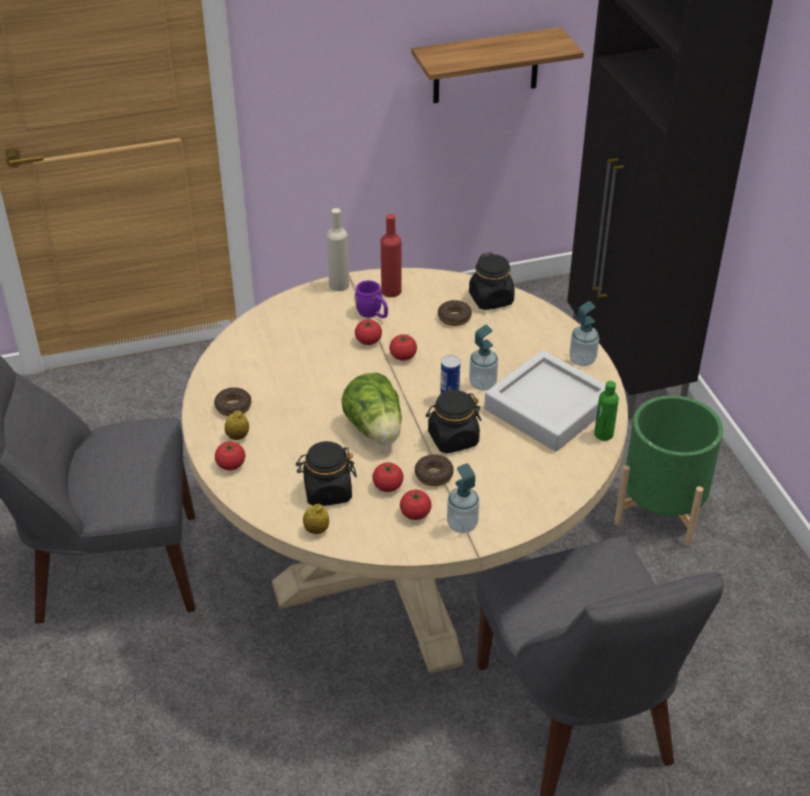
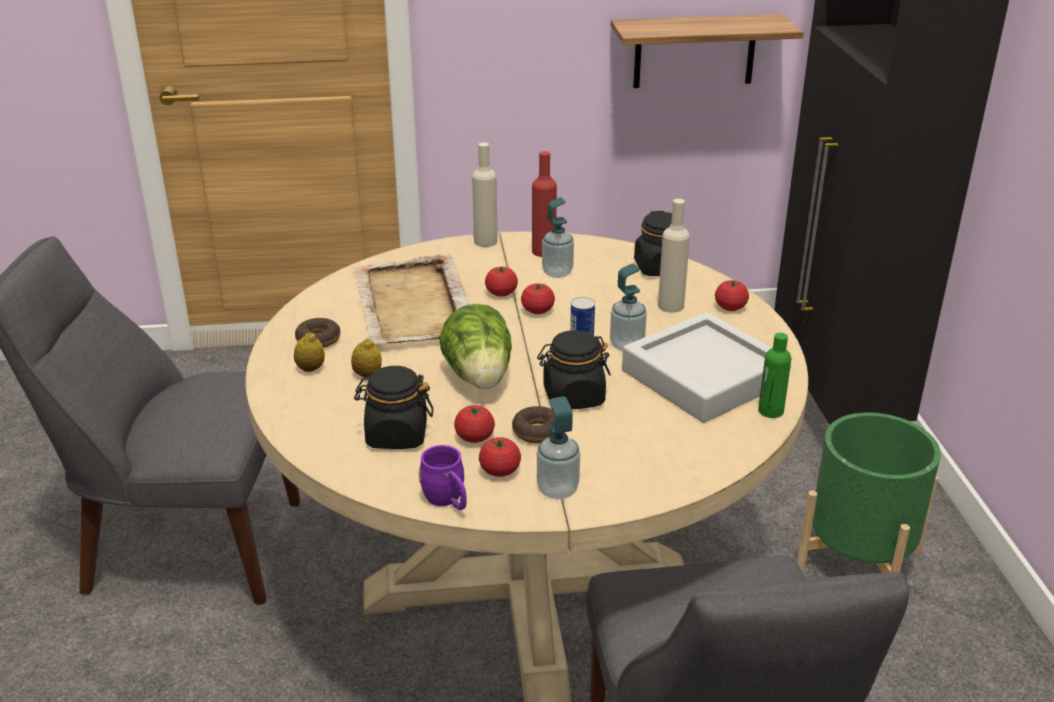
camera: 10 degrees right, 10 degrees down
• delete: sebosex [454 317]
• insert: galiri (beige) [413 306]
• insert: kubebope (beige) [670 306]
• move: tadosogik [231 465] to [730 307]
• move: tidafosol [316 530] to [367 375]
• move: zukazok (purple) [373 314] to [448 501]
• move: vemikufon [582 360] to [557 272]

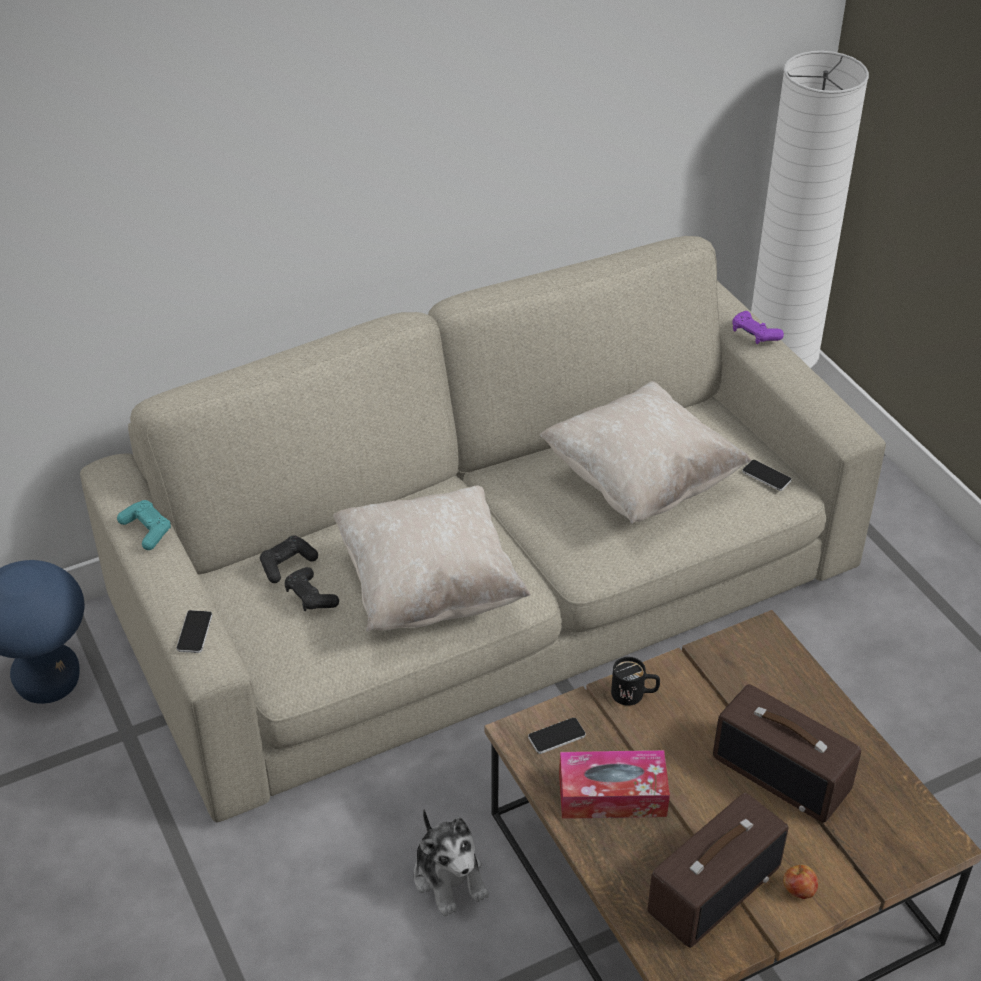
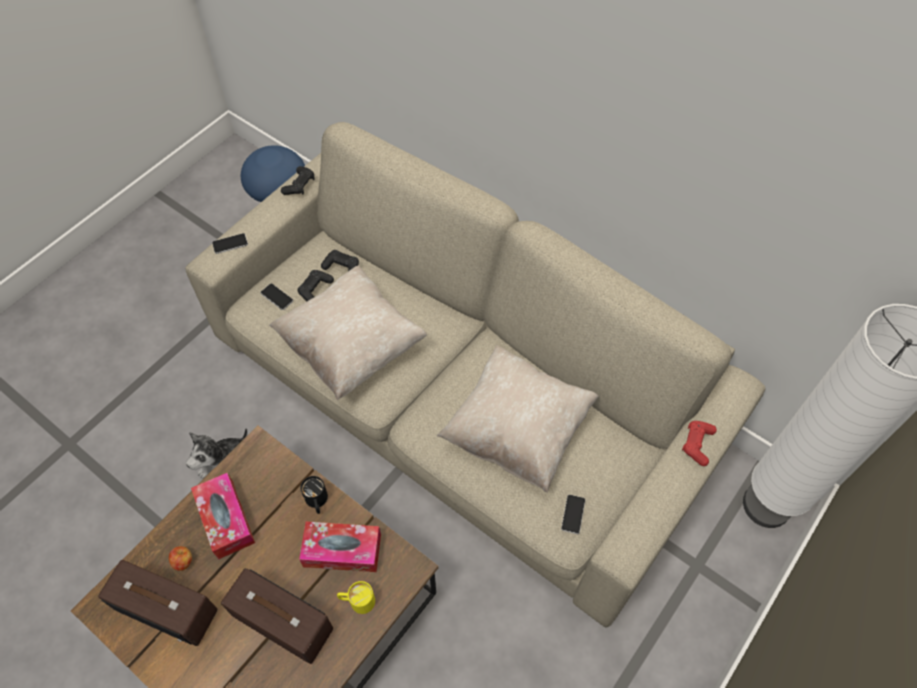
camera: 65 degrees right, 15 degrees up
• insert: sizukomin [342 550]
• insert: zukazok (yellow) [357 601]
• move: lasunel [556 736] to [277 297]
• move: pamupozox [798 891] to [183 561]
• recolor: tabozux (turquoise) [147 530] to tabozux (black) [299 185]
• recolor: tabozux (purple) [754 334] to tabozux (red) [697 444]
• rotate: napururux [783 773] = [281 623] 105 degrees clockwise

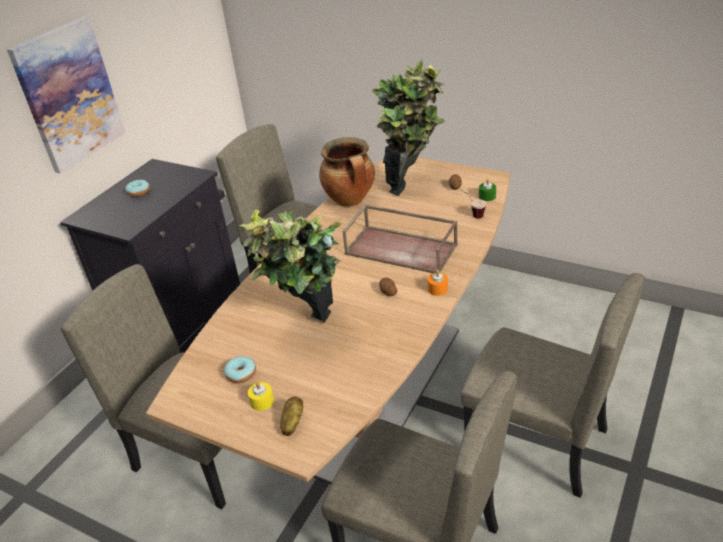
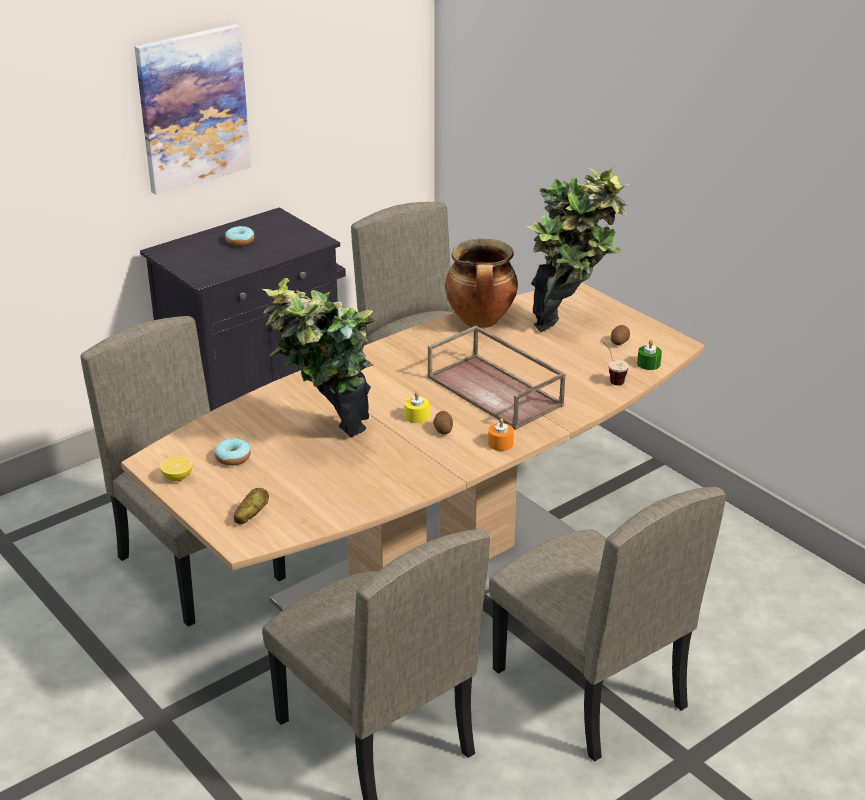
camera: 20 degrees right, 5 degrees down
• insert: tidafosol [177 477]
• move: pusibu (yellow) [262 401] to [416 416]

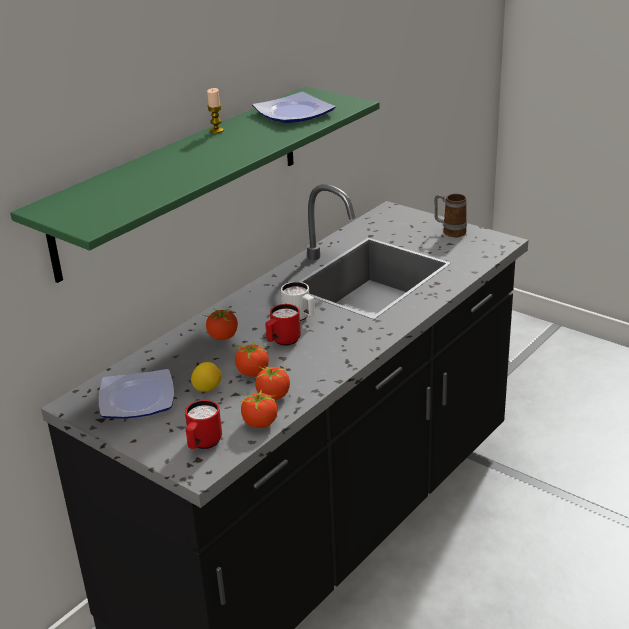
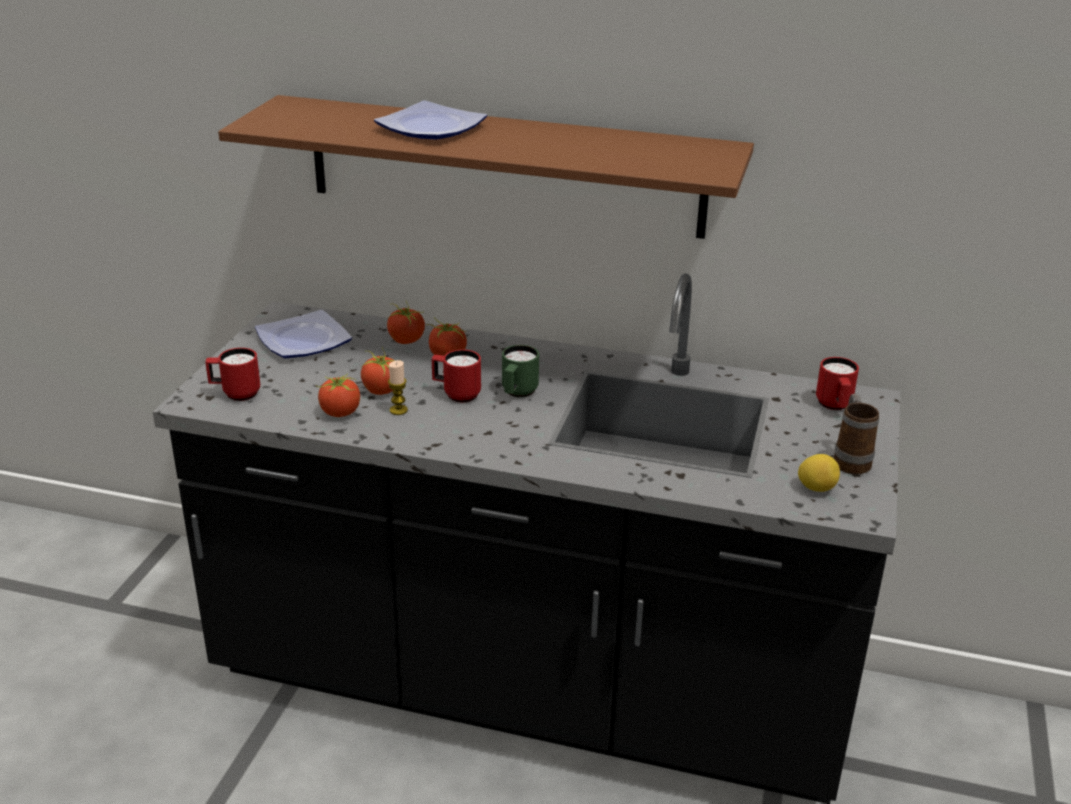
camera: 65 degrees right, 0 degrees up
• insert: zukazok (red) [835 406]
• move: tidafosol [207 388] to [816 488]
• move: pusibu [216 130] to [398 410]
• move: tadosogik [259 423] to [406 340]
• move: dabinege [292 113] to [431 127]
• recolor: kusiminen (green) [182 179] to kusiminen (brown) [504 166]
• recolor: zukazok (white) [300 318] to zukazok (green) [517 393]

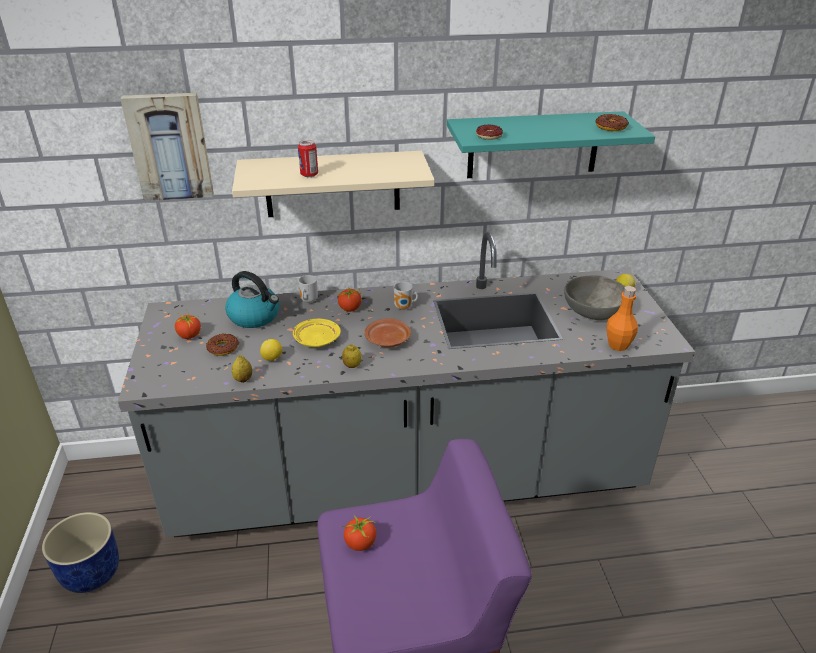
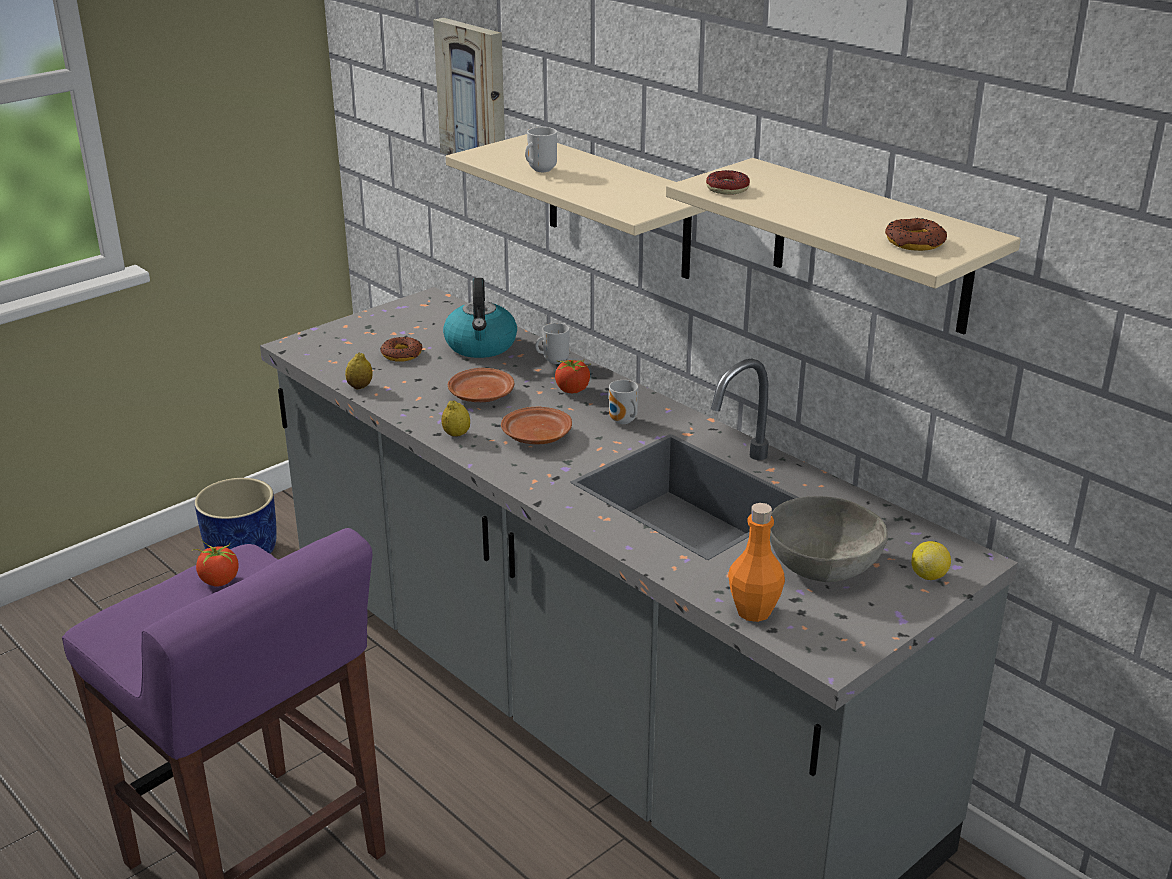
camera: 55 degrees right, 5 degrees down
• delete: tadosogik [189 335]
• delete: tidafosol [272 358]
• replace: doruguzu [309 175] to zukazok [540 170]
• recolor: dabinege (yellow) [316 340] to dabinege (brown) [481 395]
• recolor: kusiminen (turquoise) [533 145] to kusiminen (beige) [870 246]

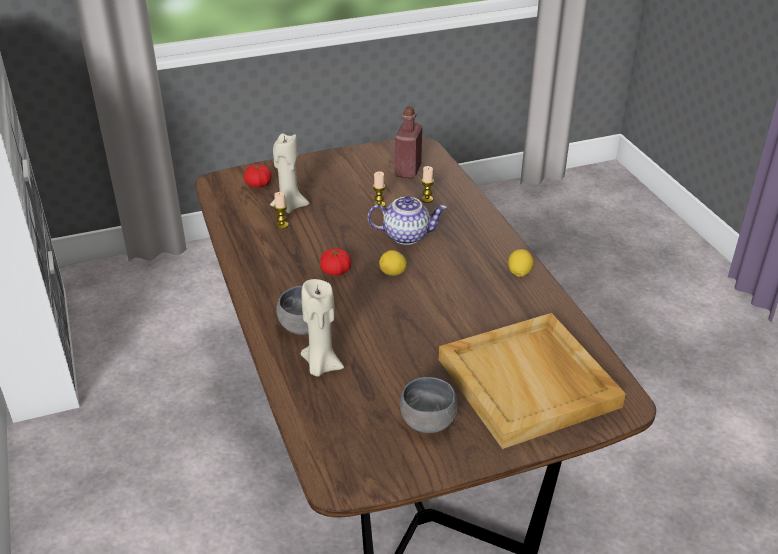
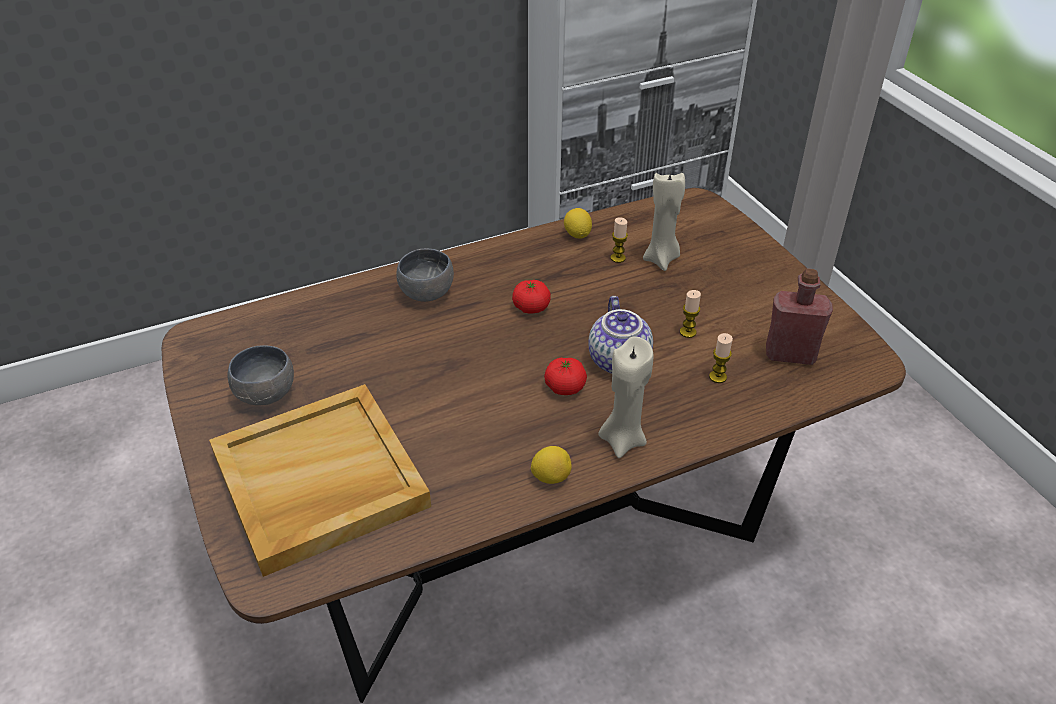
camera: 85 degrees right, 5 degrees up
• move: tadosogik [258 184] to [565 387]
• move: pusibu (beige) [321 366] to [622 439]
• move: tidafosol [393 273] to [577 235]

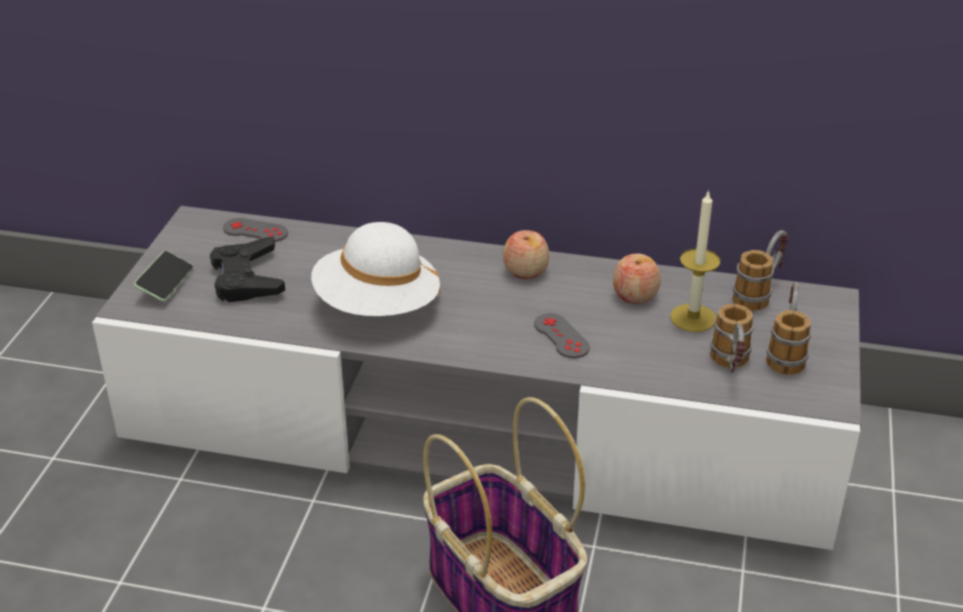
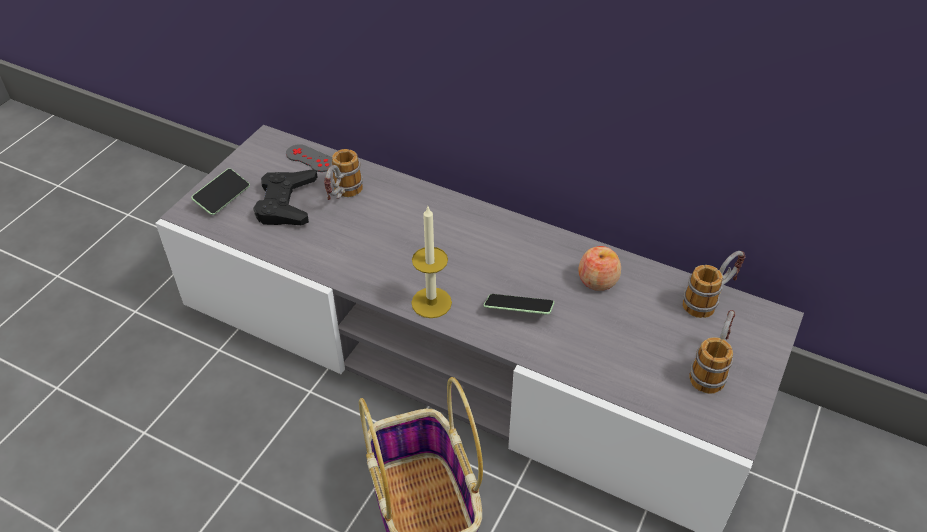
camera: 15 degrees right, 10 degrees up
• delete: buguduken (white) [377 306]
• delete: pamupozox [525 270]
• move: pusibu [693 318] to [431 302]
• move: zukazok [731 368] to [342 196]
• replace: tabozux (grey) [561 336] to lasunel [518 310]

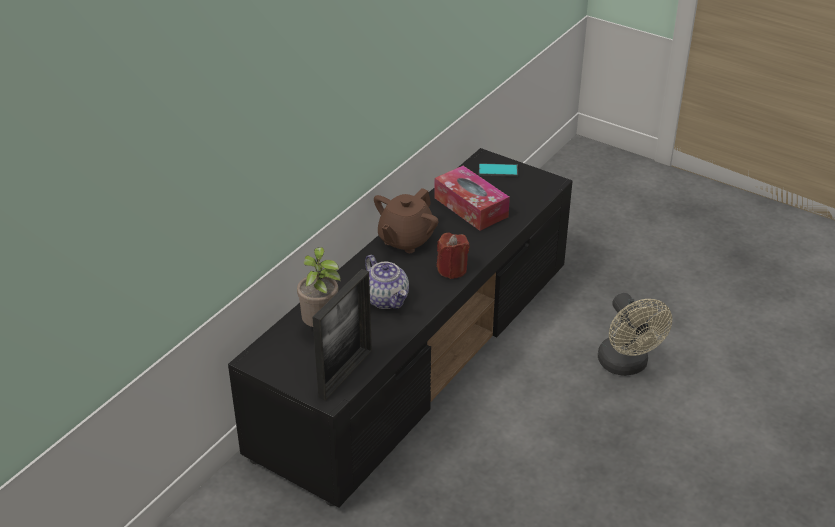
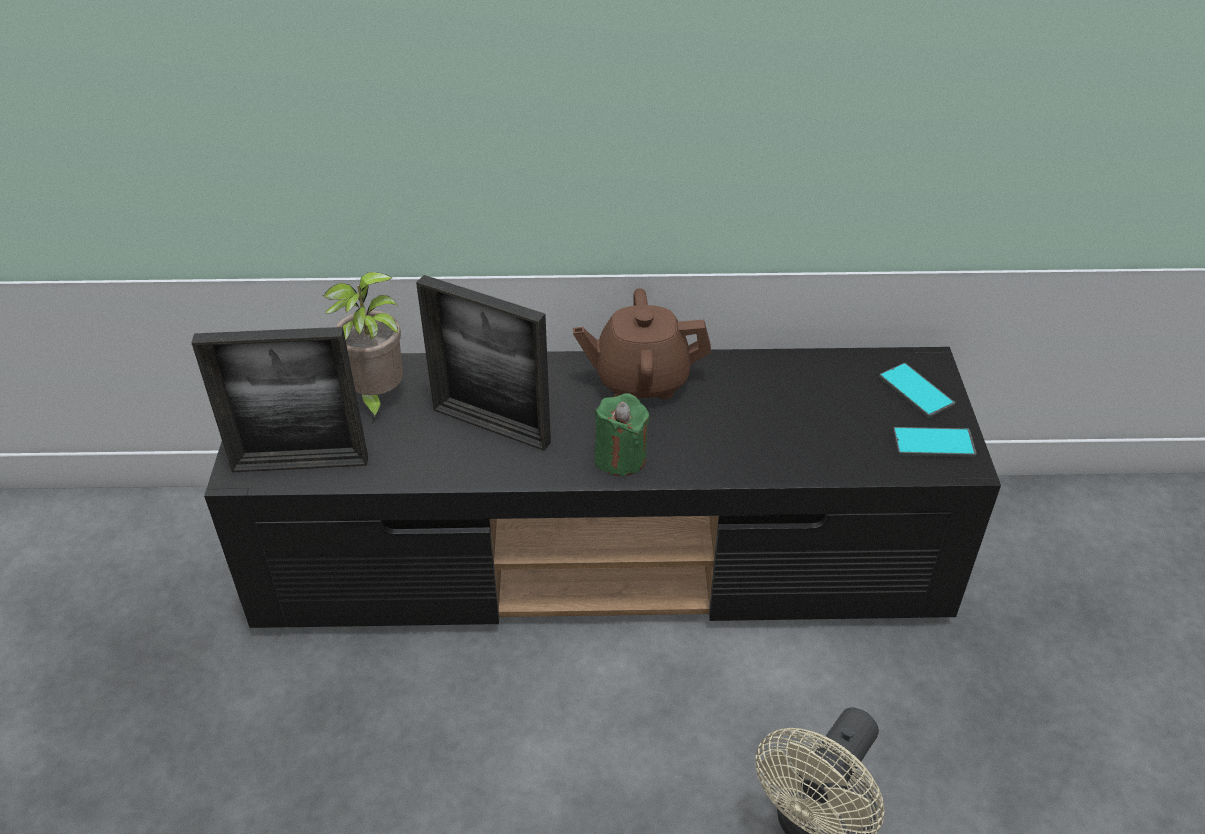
camera: 55 degrees right, 5 degrees up
• delete: sizukomin [471 207]
• insert: lasunel [933 443]
• replace: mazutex [387 299] to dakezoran [491 426]
• recolor: pusibu (red) [452 269] to pusibu (green) [620 458]

